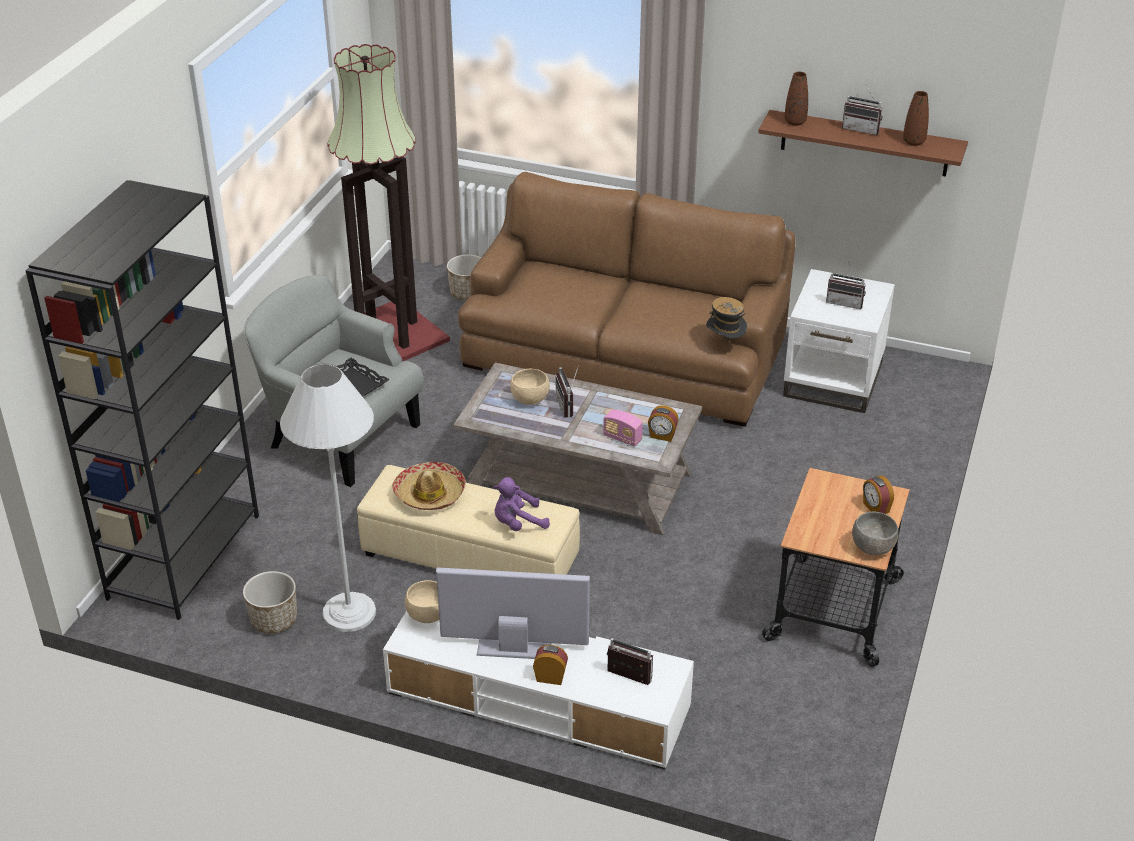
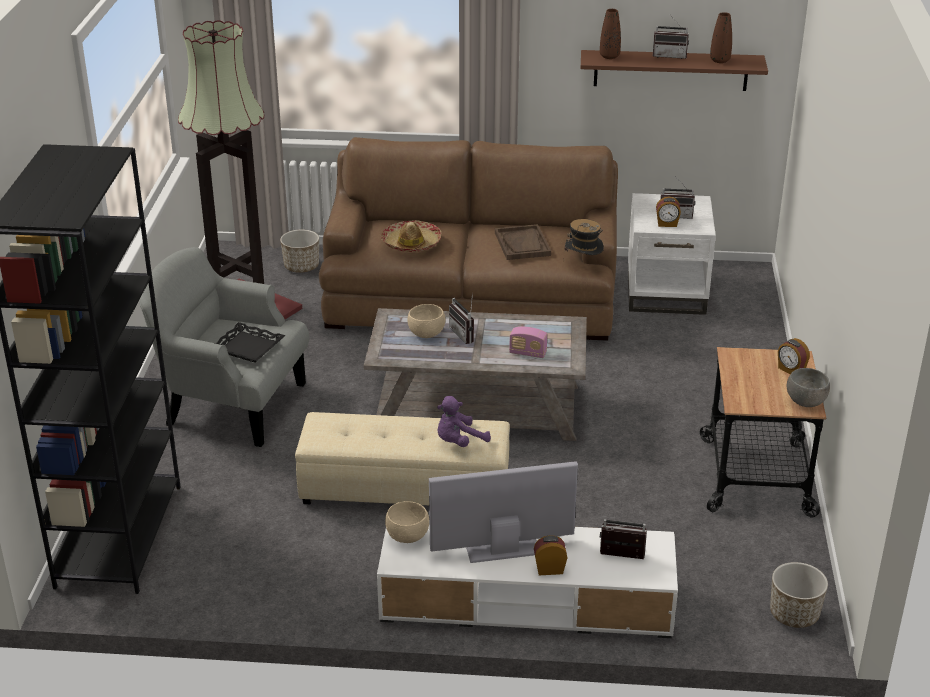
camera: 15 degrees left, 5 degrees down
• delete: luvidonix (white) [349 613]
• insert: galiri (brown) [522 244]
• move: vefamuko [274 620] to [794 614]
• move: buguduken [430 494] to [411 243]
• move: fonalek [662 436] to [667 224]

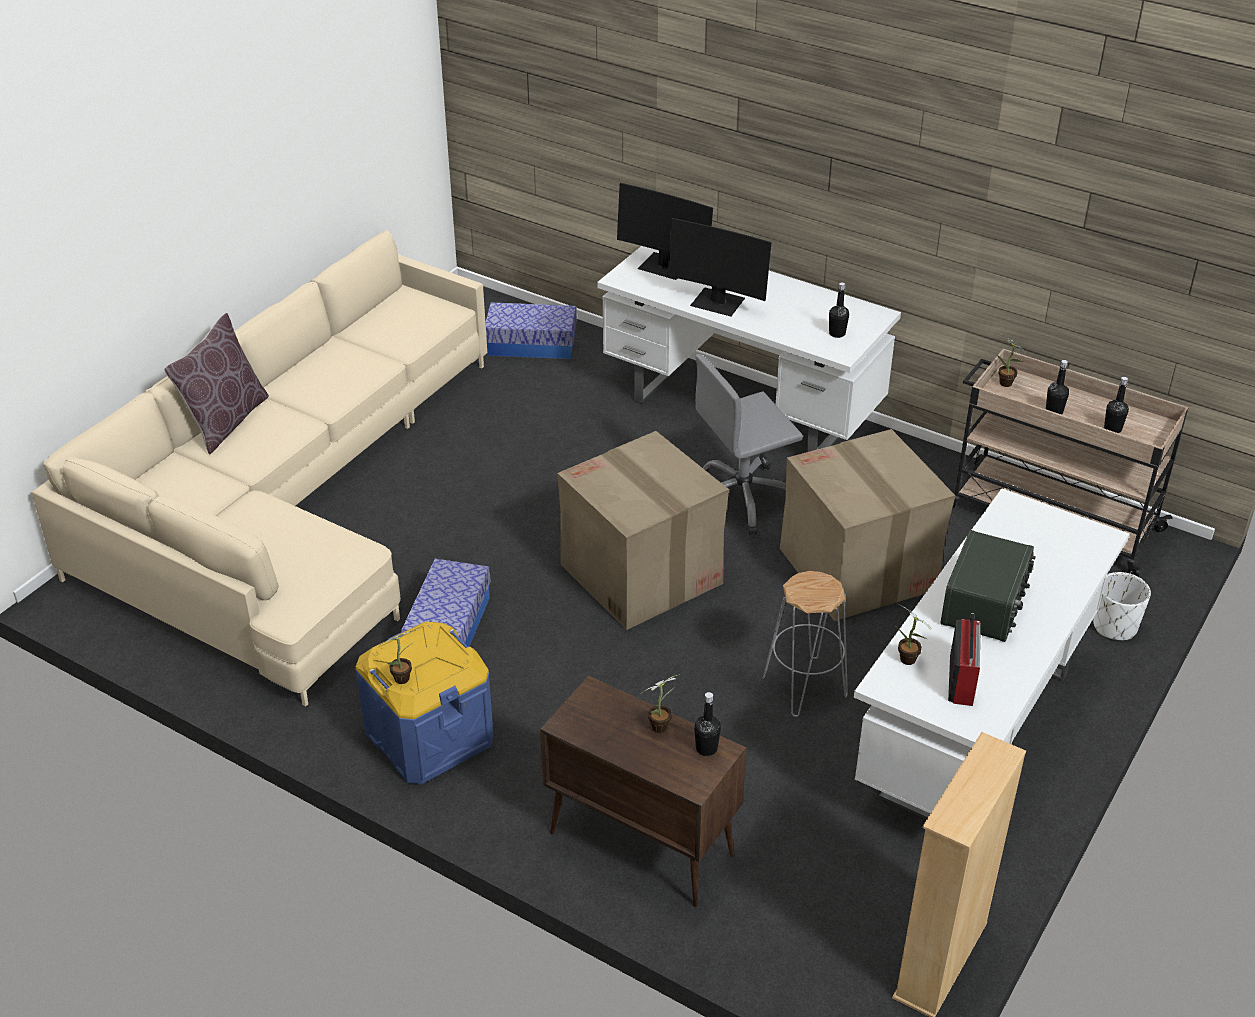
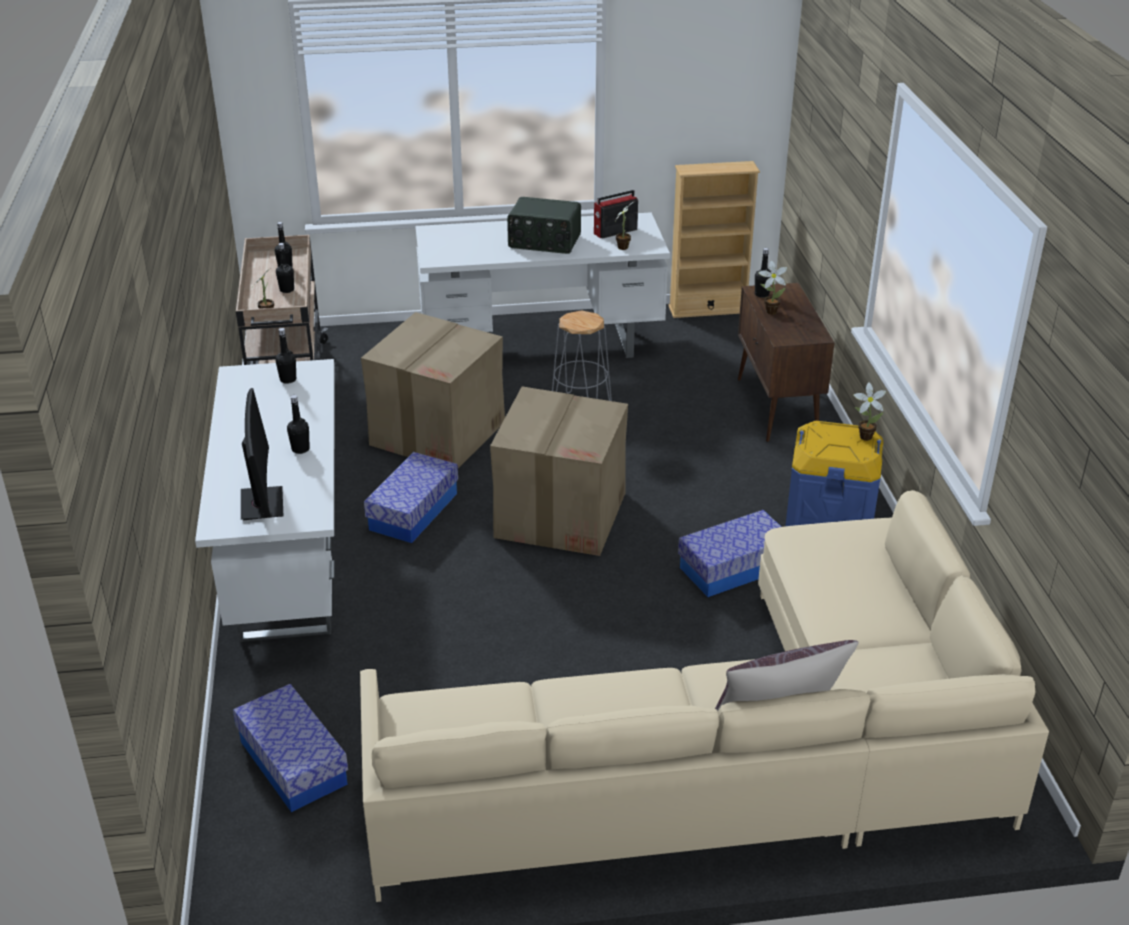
camera: 130 degrees left, 5 degrees down
• delete: vefamuko (white) [1115 626]
• replace: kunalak [717 303] to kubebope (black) [300 449]
• replace: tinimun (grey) [742 498] to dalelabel [413 511]
• rotate: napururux [985 605] = [544 242] 150 degrees counterclockwise

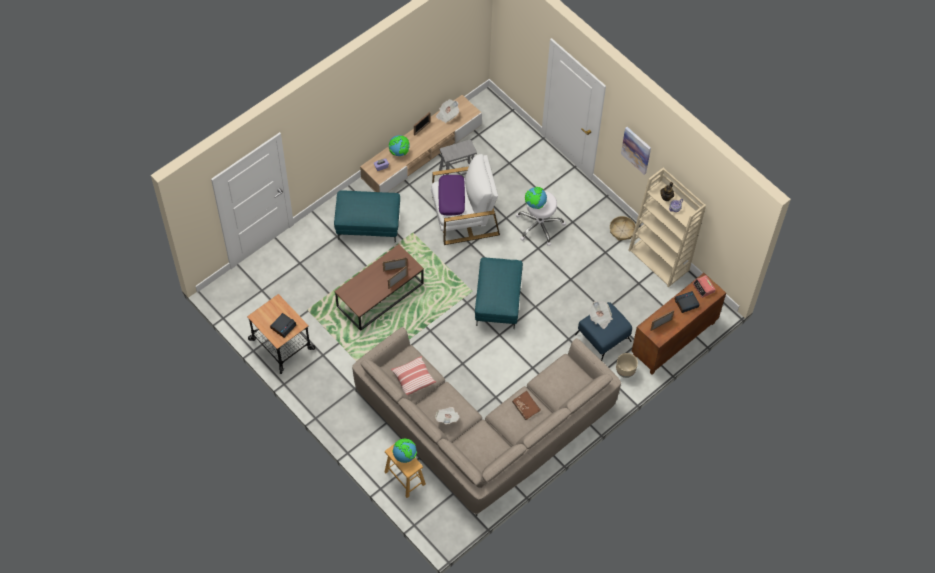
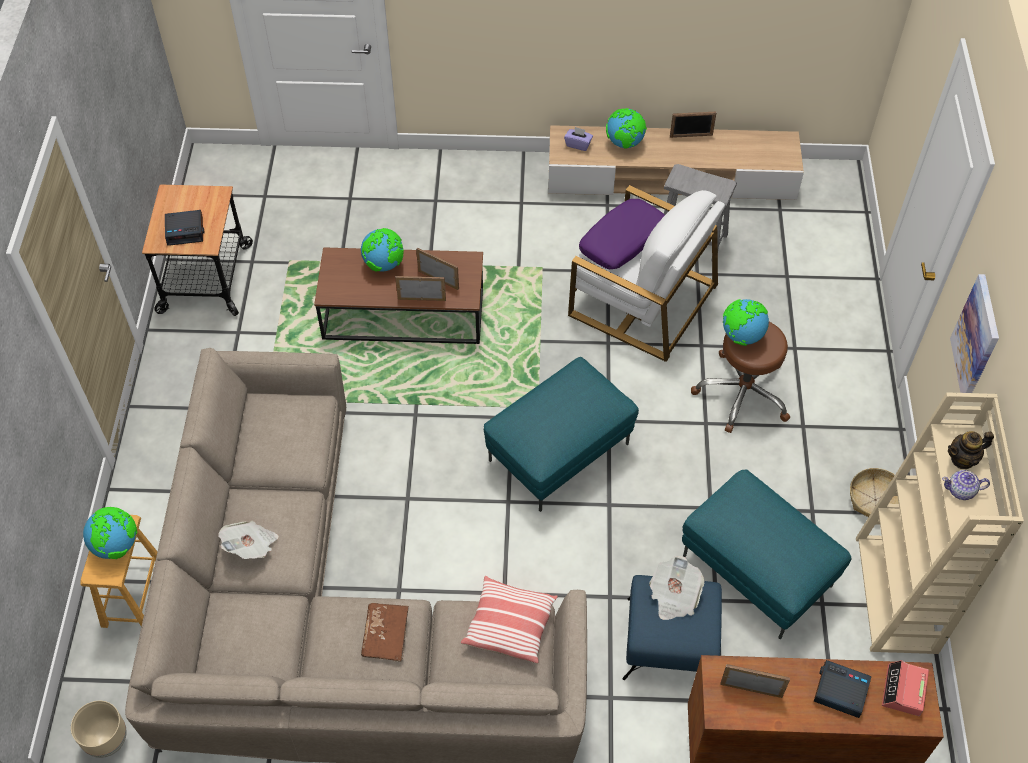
camera: 45 degrees right, 5 degrees down
• delete: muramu [447 115]
• insert: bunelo [384 264]
• move: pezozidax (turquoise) [368 226] to [755 571]
• move: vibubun [413 379] to [509 625]
• move: vefamuko (beige) [625 371] to [106 741]
• recolor: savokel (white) [539 225] to savokel (brown) [742 392]

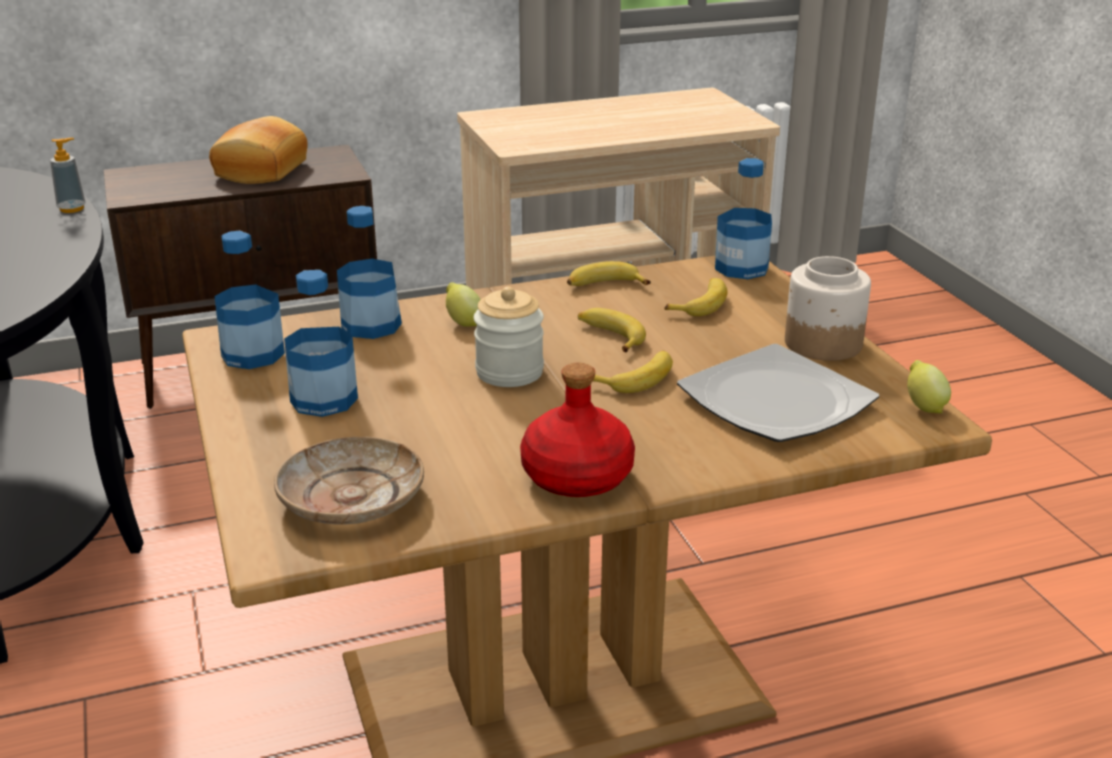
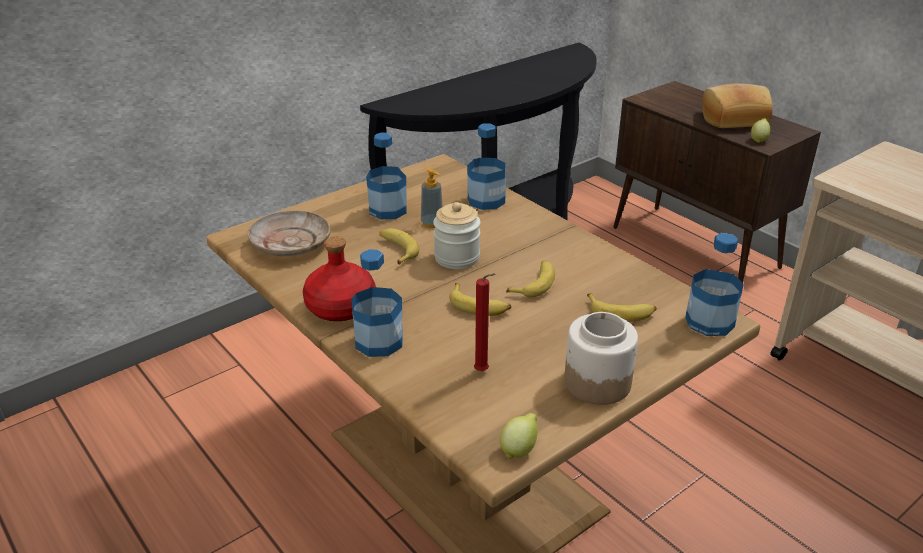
camera: 70 degrees right, 5 degrees up
• move: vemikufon [72 209] to [432 223]
• move: kubebope [253 354] to [379 342]
• move: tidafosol [463 322] to [758 140]
• move: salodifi [604 285] to [397 250]
• replace: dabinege [778 401] to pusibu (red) [483 372]

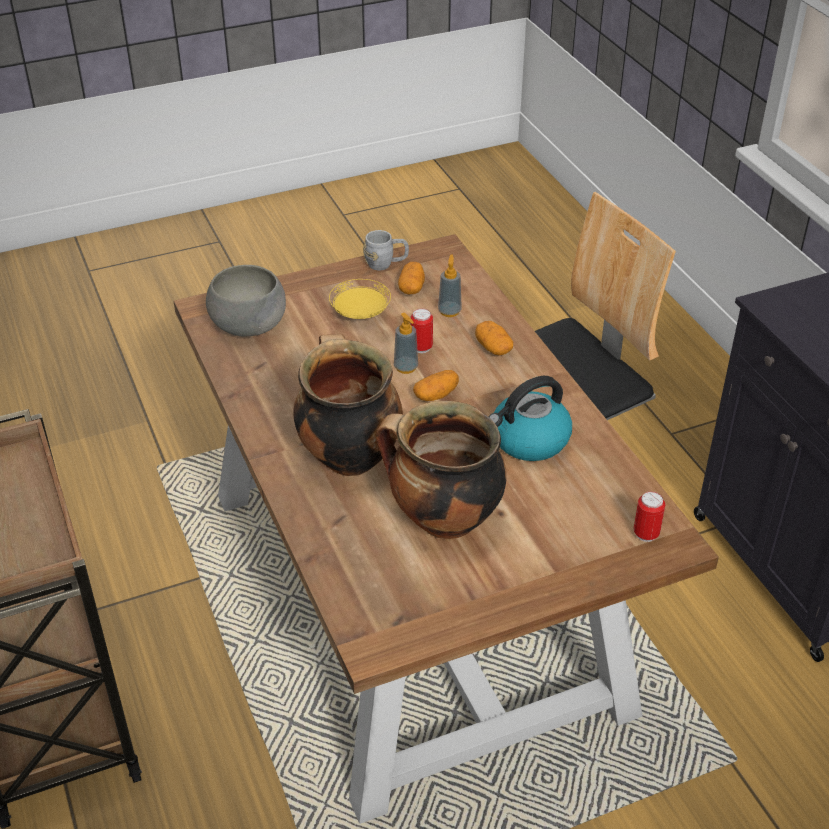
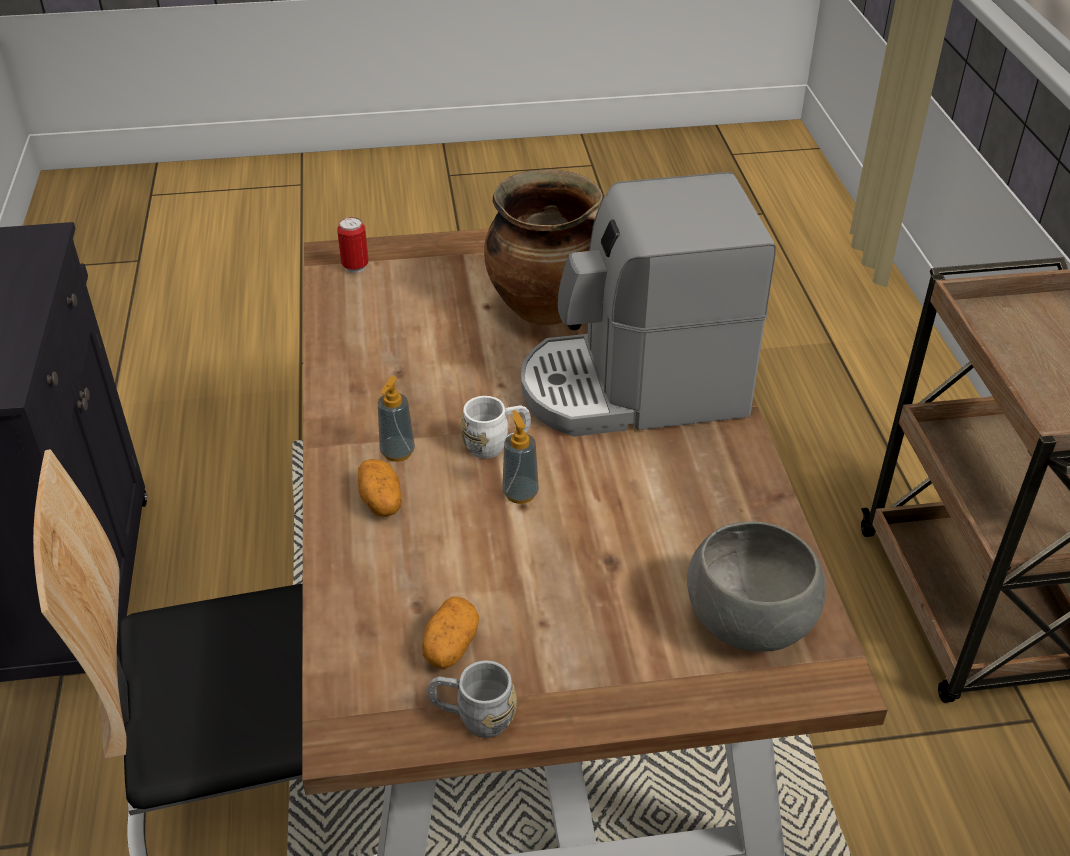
camera: 165 degrees left, 0 degrees up
• delete: dabinege (yellow) [360 313]
• delete: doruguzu [421 347]
• delete: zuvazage [528 440]
• move: vemikufon [449 311] to [397 452]
• replace: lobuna [348 456] to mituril [634 389]
• replace: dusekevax [436 395] to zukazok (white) [496 445]

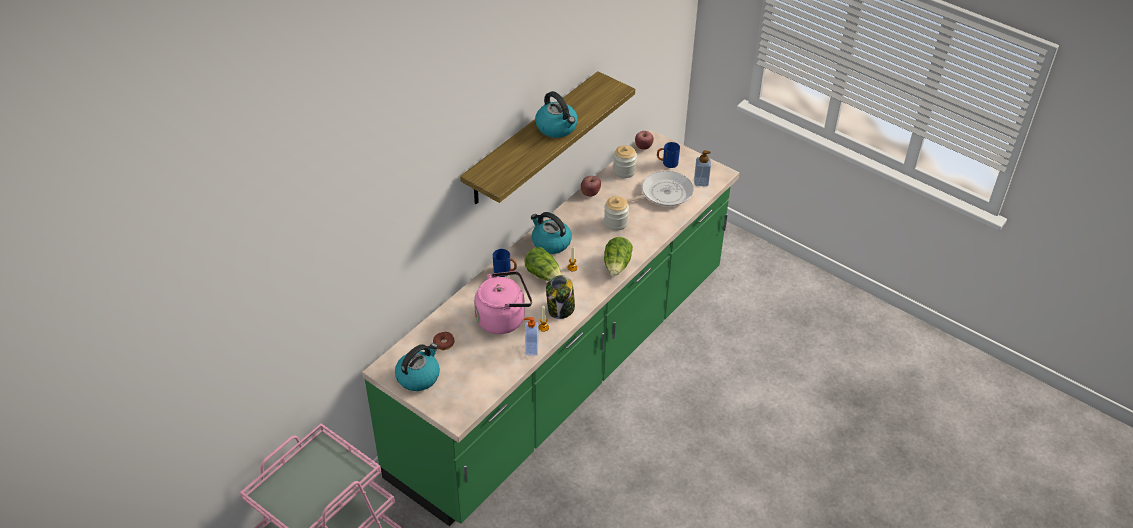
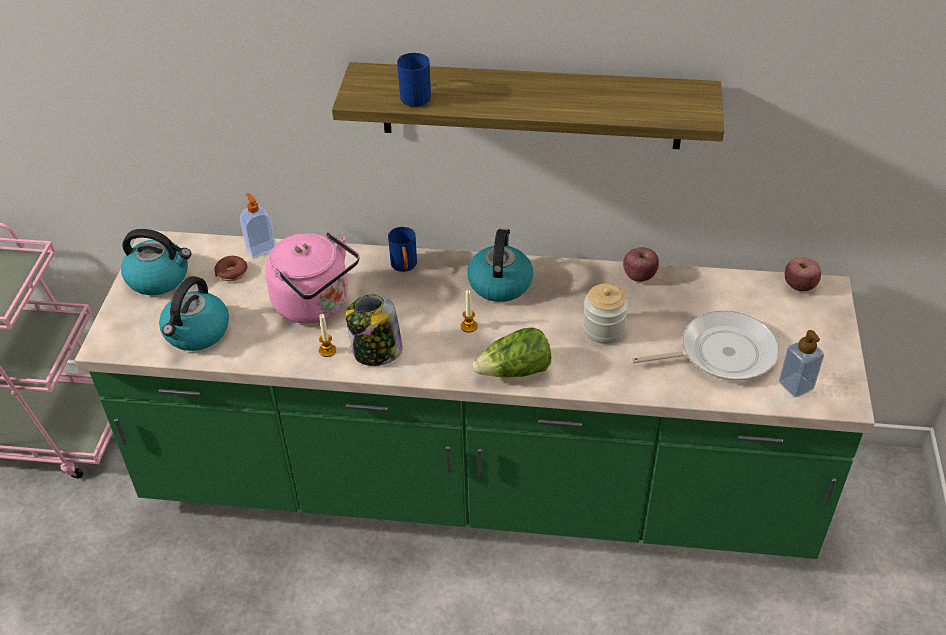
camera: 60 degrees right, 0 degrees up
• delete: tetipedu [544 274]
• delete: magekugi [624 171]
• move: vemikufon [531 349] to [261 249]
• move: zuvazage [557 127] to [196 332]
• move: zukazok (blue) [667 163] to [412 95]
• rotate: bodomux [663 193] = [721 353] 45 degrees counterclockwise

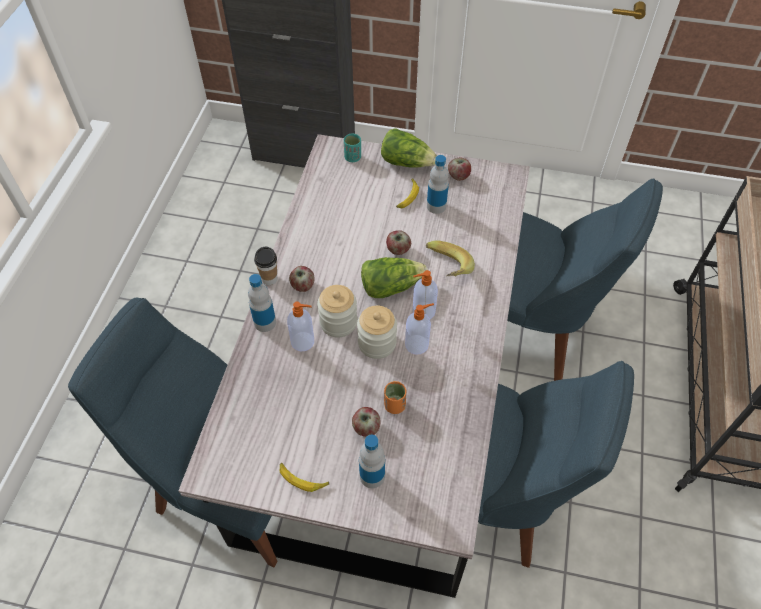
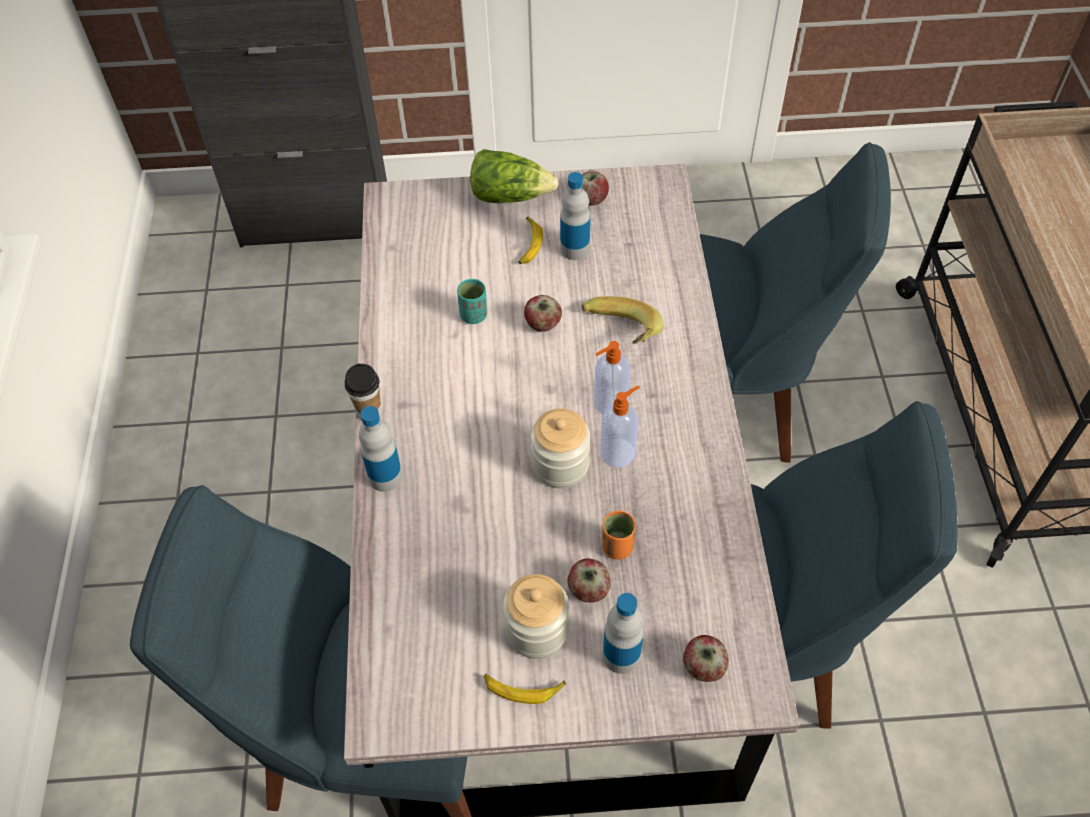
camera: 15 degrees left, 0 degrees up
• delete: vemikufon [303 342]
• delete: tetipedu [390 286]
• move: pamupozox [302 286] to [703 667]
• move: magekugi [338 322] to [537 630]
• move: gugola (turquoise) [353 157] to [474 315]

